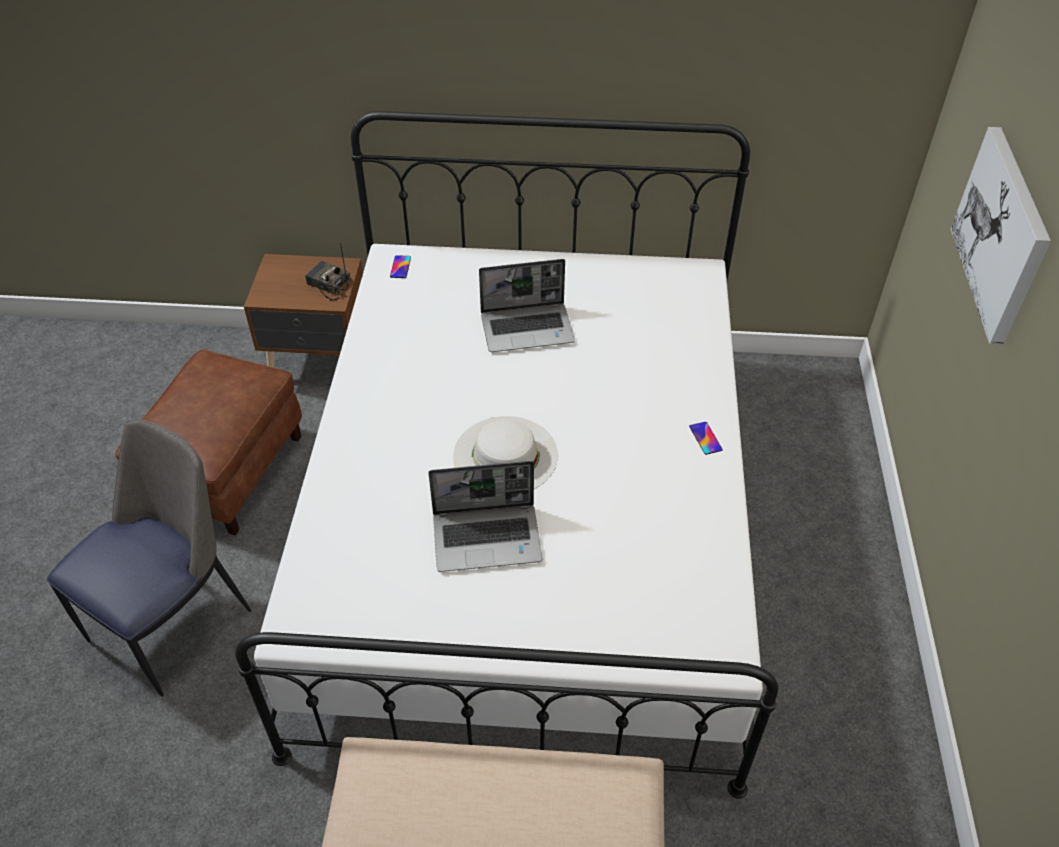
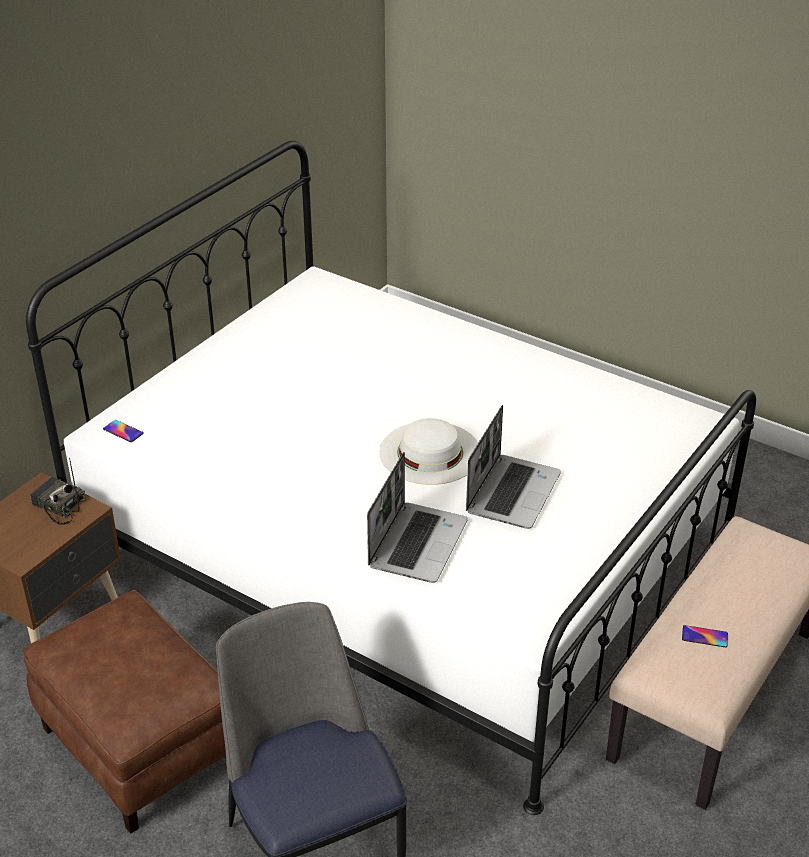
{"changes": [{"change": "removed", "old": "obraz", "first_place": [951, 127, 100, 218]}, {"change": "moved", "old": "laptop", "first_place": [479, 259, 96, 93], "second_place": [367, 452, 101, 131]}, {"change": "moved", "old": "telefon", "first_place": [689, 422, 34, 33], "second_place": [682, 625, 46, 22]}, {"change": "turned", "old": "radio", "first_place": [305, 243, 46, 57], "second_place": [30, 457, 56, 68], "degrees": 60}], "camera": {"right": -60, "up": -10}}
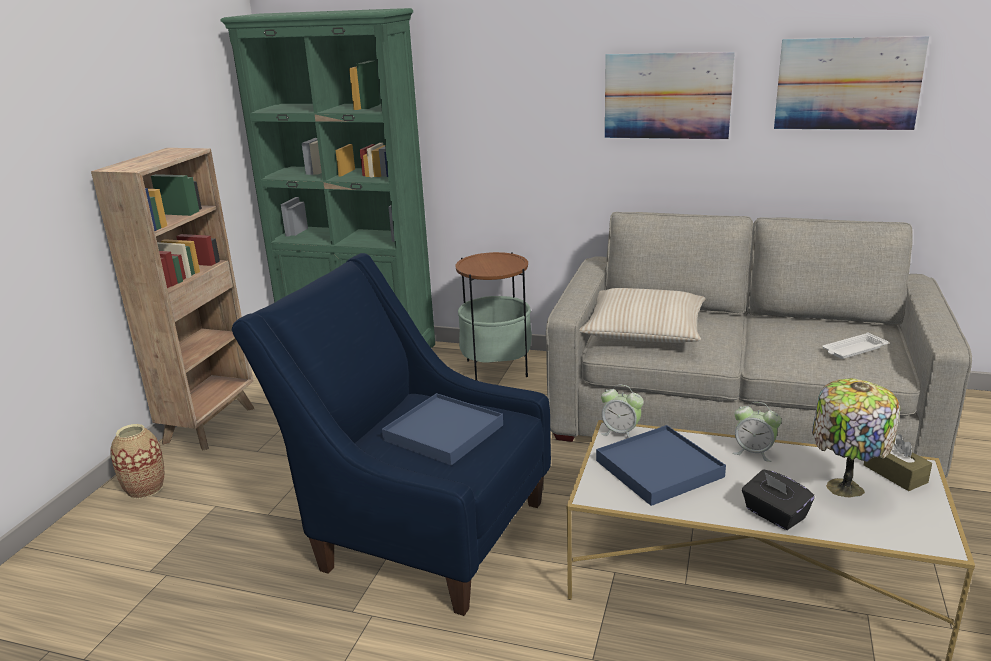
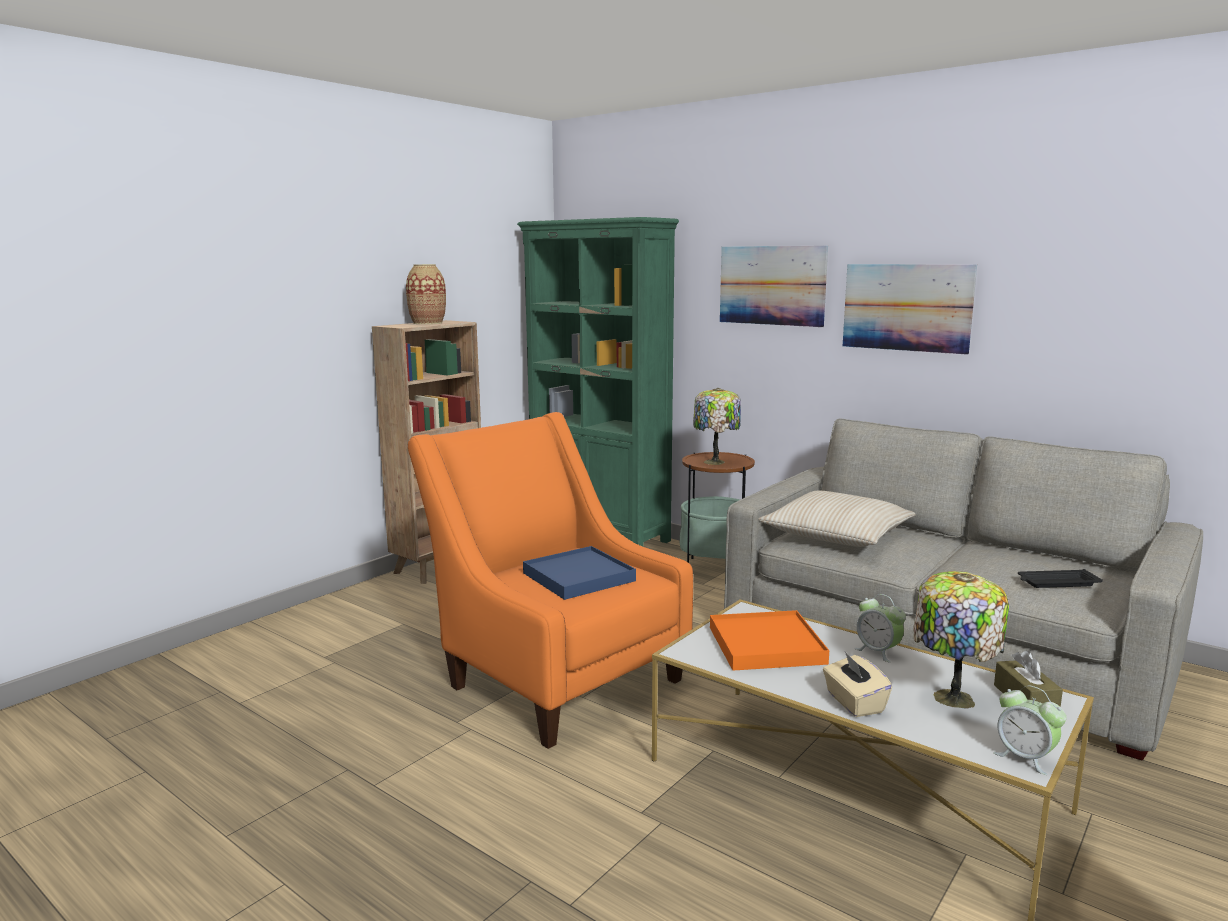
{"changes": [{"change": "added", "new": "lampa stołowa", "second_place": [693, 388, 48, 77]}, {"change": "moved", "old": "wazon", "first_place": [110, 424, 54, 75], "second_place": [406, 264, 40, 60]}, {"change": "moved", "old": "budzik", "first_place": [601, 385, 43, 53], "second_place": [993, 685, 73, 90]}, {"change": "moved", "old": "obraz", "first_place": [774, 36, 155, 94], "second_place": [720, 246, 108, 81]}, {"change": "recoloured", "old": "fotel [niebieski]", "new": "fotel [pomarańczowy]", "first_place": [231, 253, 320, 363], "second_place": [408, 412, 285, 337]}, {"change": "recoloured", "old": "taca [niebieski]", "new": "taca [pomarańczowy]", "first_place": [596, 425, 130, 81], "second_place": [710, 610, 119, 61]}, {"change": "recoloured", "old": "pudełko chusteczek [czarny]", "new": "pudełko chusteczek [beżowy]", "first_place": [742, 469, 73, 61], "second_place": [823, 652, 69, 65]}, {"change": "recoloured", "old": "taca [biały]", "new": "taca [czarny]", "first_place": [822, 333, 66, 26], "second_place": [1018, 569, 85, 19]}], "camera": {"right": 20, "up": -10}}
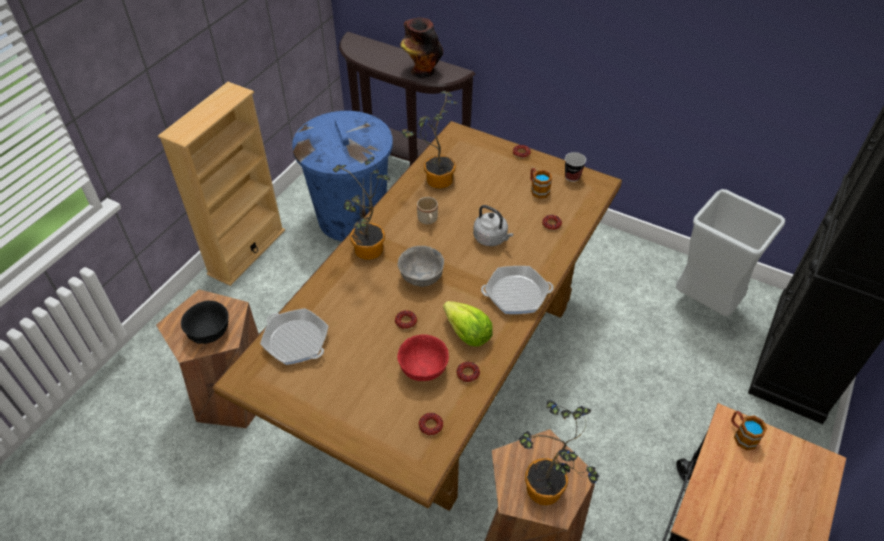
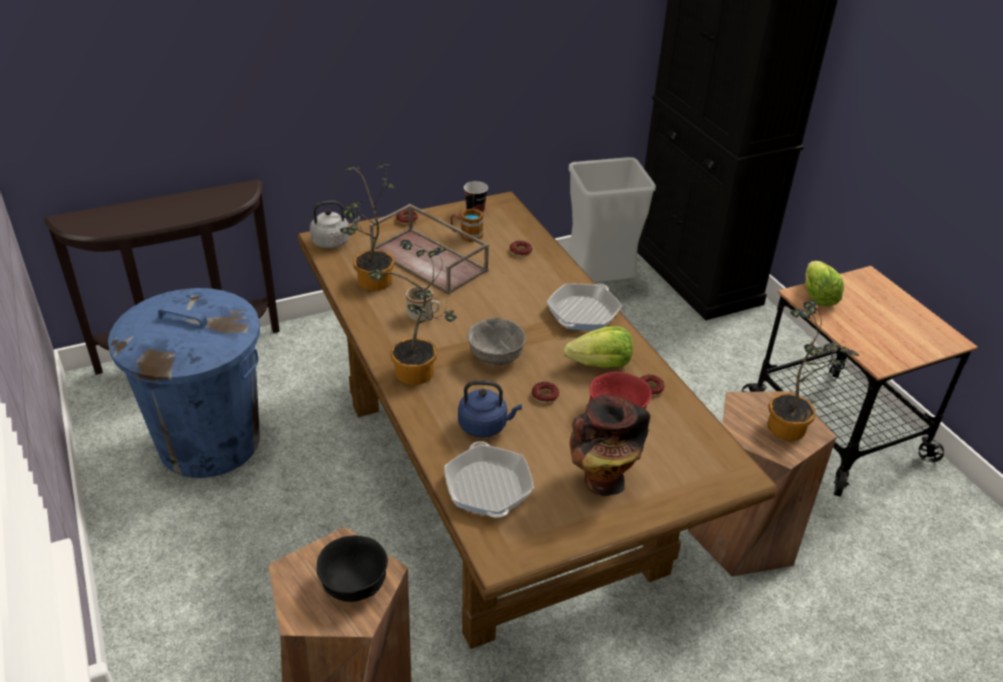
{"changes": [{"change": "removed", "old": "regał [beżowy]", "first_place": [158, 82, 127, 204]}, {"change": "removed", "old": "donut", "first_place": [419, 413, 24, 23]}, {"change": "added", "new": "taca [brązowy]", "second_place": [369, 204, 120, 91]}, {"change": "added", "new": "czajnik [niebieski]", "second_place": [458, 380, 64, 57]}, {"change": "moved", "old": "wazon", "first_place": [400, 17, 43, 61], "second_place": [570, 395, 80, 101]}, {"change": "moved", "old": "czajnik [szary]", "first_place": [473, 205, 41, 41], "second_place": [310, 201, 50, 48]}, {"change": "replaced", "old": "kubek", "new": "sałata", "first_place": [731, 411, 36, 39], "second_place": [805, 261, 39, 45]}, {"change": "turned", "old": "patelnia", "first_place": [260, 308, 69, 57], "second_place": [444, 441, 90, 77], "degrees": -90}], "camera": {"right": -55, "up": -10}}
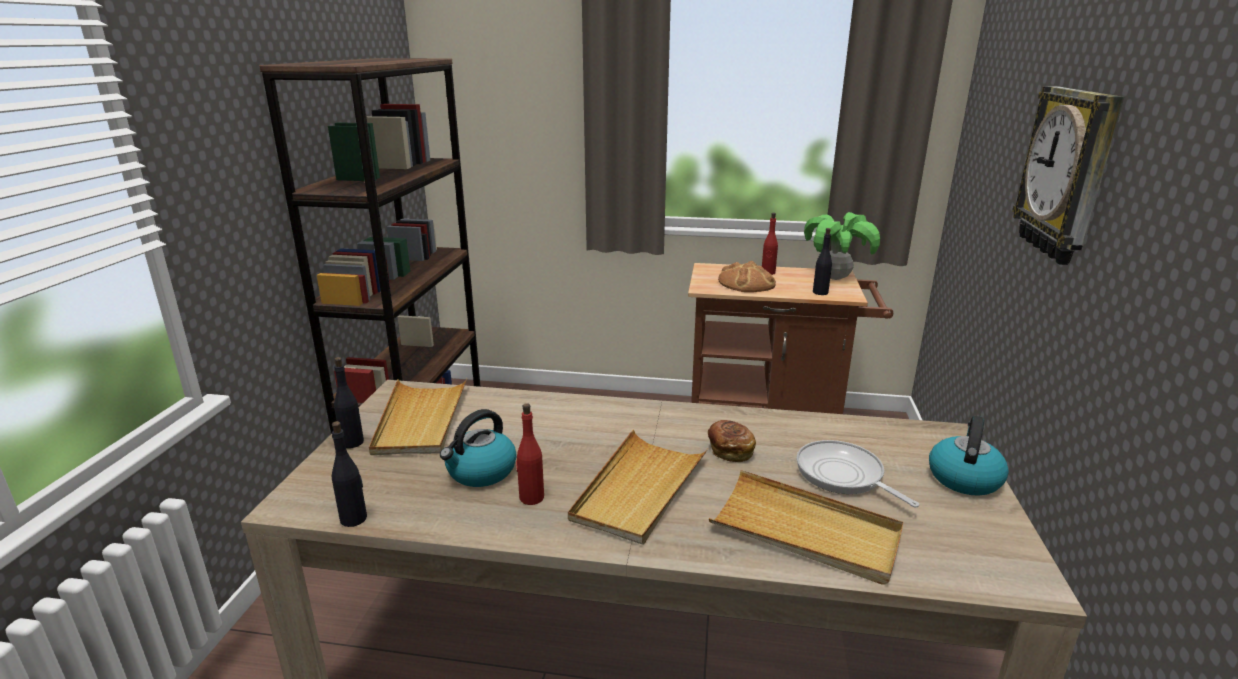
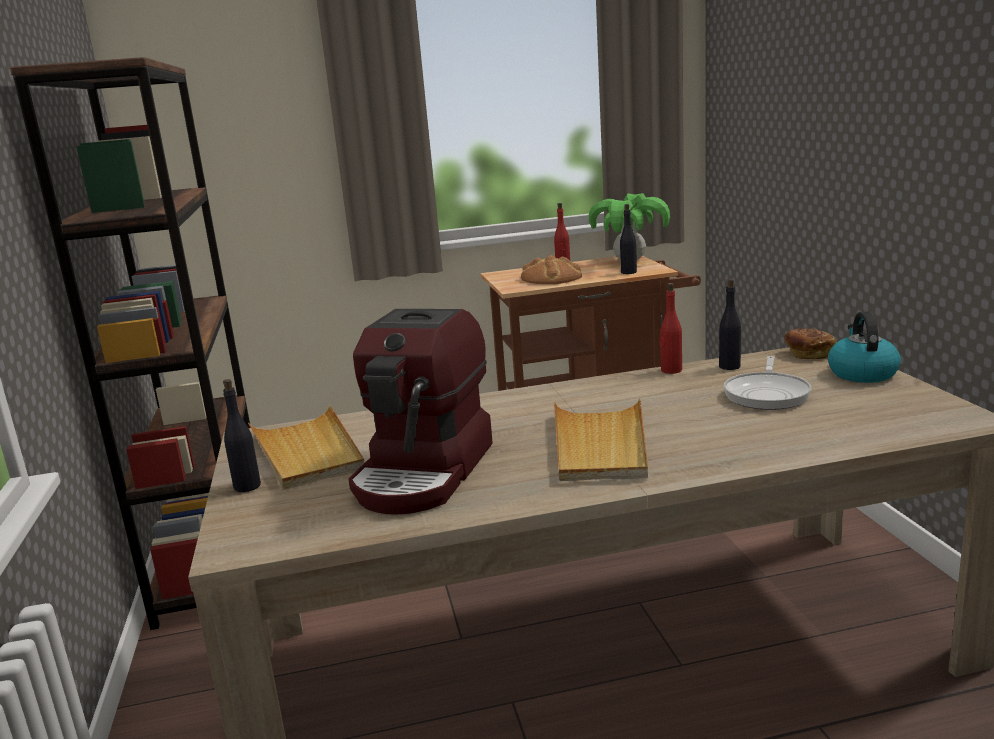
{"changes": [{"change": "removed", "old": "taca [beżowy]", "first_place": [709, 470, 194, 115]}, {"change": "removed", "old": "zegar ścienny", "first_place": [1012, 86, 112, 179]}, {"change": "moved", "old": "butelka [czarny]", "first_place": [332, 421, 35, 106], "second_place": [719, 279, 22, 91]}, {"change": "moved", "old": "butelka [czerwony]", "first_place": [516, 403, 28, 102], "second_place": [660, 283, 22, 91]}, {"change": "moved", "old": "chleb", "first_place": [708, 420, 48, 42], "second_place": [784, 328, 52, 31]}, {"change": "replaced", "old": "czajnik", "new": "ekspres do kawy", "first_place": [440, 409, 77, 78], "second_place": [348, 309, 145, 205]}, {"change": "turned", "old": "patelnia", "first_place": [796, 440, 123, 67], "second_place": [724, 356, 87, 54], "degrees": -105}], "camera": {"right": -20, "up": -5}}
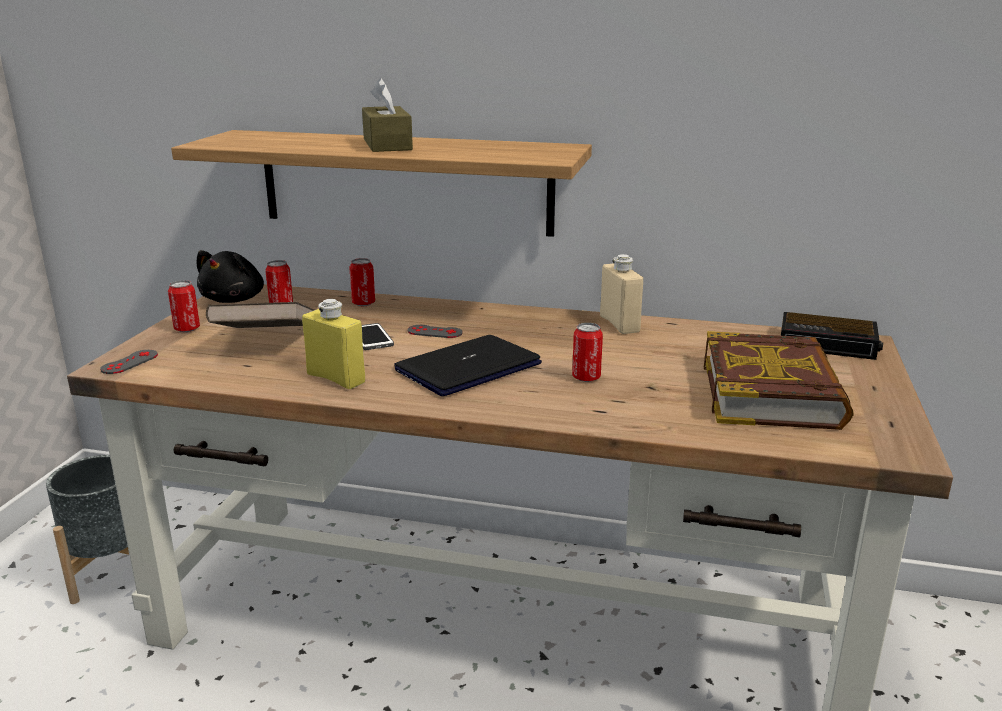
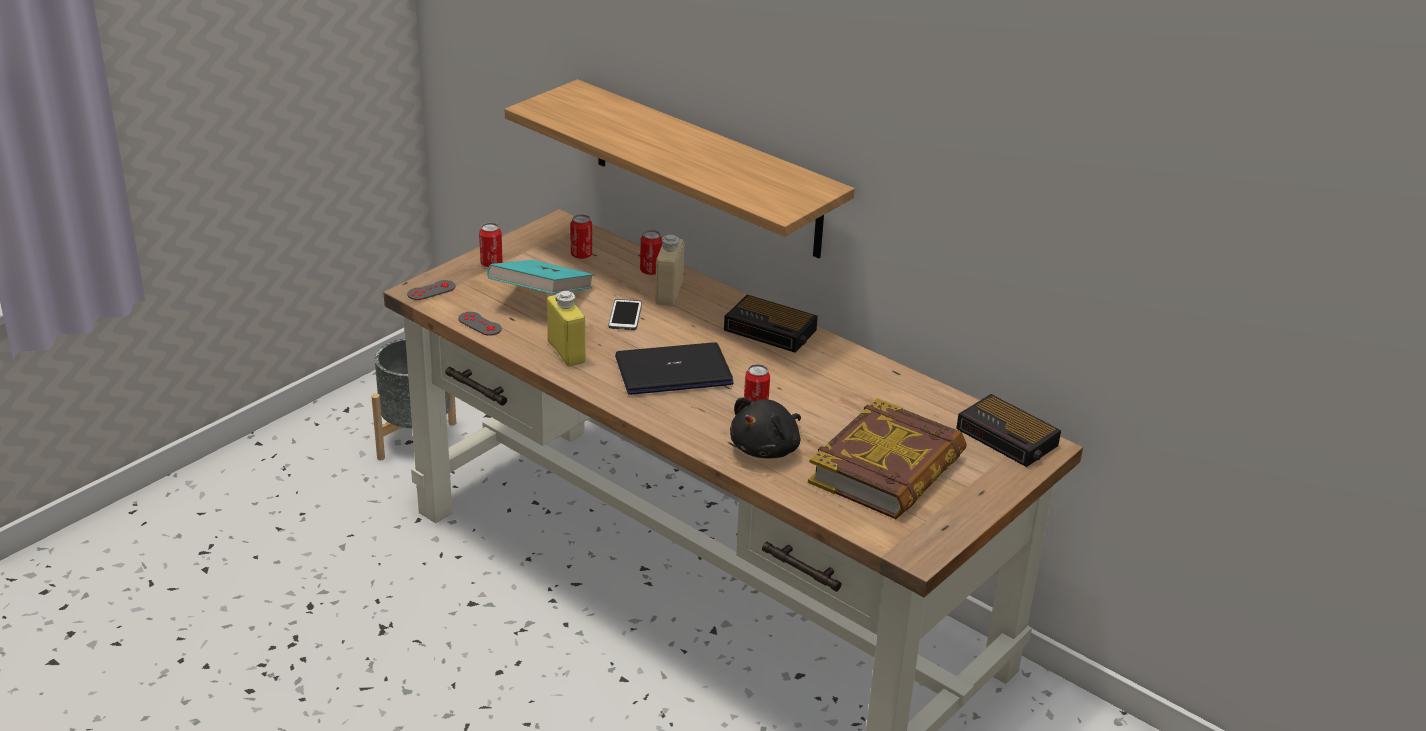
{"changes": [{"change": "removed", "old": "pudełko chusteczek [brązowy]", "first_place": [362, 78, 51, 74]}, {"change": "added", "new": "budzik", "second_place": [724, 295, 94, 58]}, {"change": "moved", "old": "pluszak [czarny]", "first_place": [197, 250, 67, 53], "second_place": [730, 397, 71, 62]}, {"change": "moved", "old": "pad do gier [szary]", "first_place": [407, 325, 56, 13], "second_place": [458, 312, 44, 24]}, {"change": "moved", "old": "butelka [beżowy]", "first_place": [600, 254, 43, 80], "second_place": [655, 235, 29, 71]}, {"change": "recoloured", "old": "książka [brązowy]", "new": "książka [turkusowy]", "first_place": [206, 302, 108, 26], "second_place": [487, 260, 107, 34]}], "camera": {"right": 25, "up": 10}}
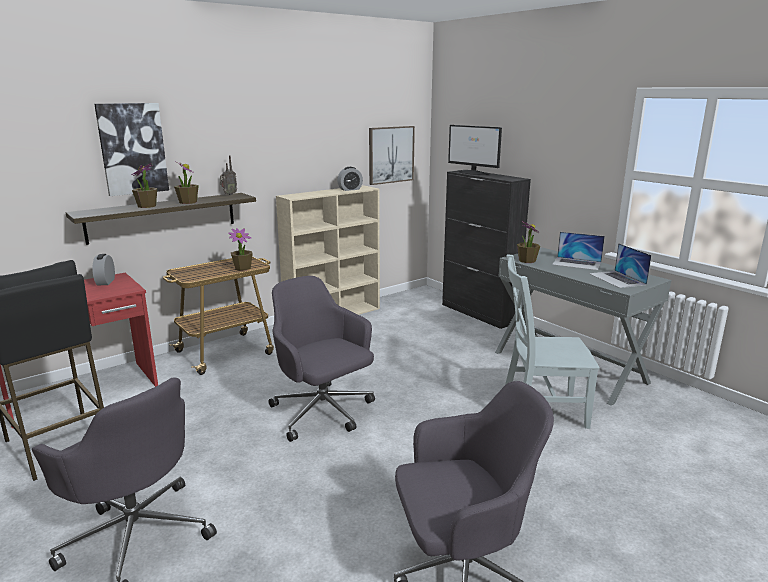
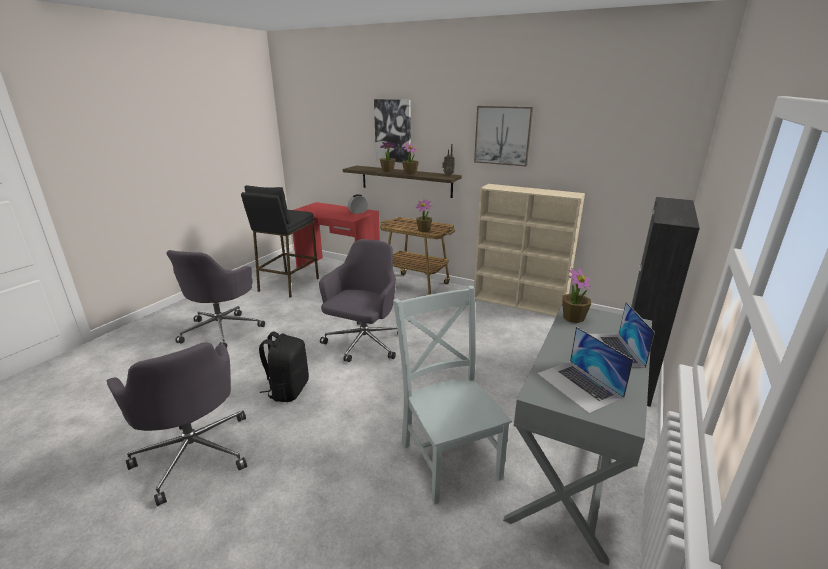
{"changes": [{"change": "removed", "old": "budzik", "first_place": [337, 167, 26, 24]}, {"change": "removed", "old": "monitor", "first_place": [448, 125, 54, 50]}, {"change": "added", "new": "plecak [czarny]", "second_place": [259, 332, 50, 70]}, {"change": "moved", "old": "obraz", "first_place": [369, 126, 46, 59], "second_place": [474, 106, 59, 60]}, {"change": "turned", "old": "laptop", "first_place": [589, 243, 63, 45], "second_place": [537, 327, 96, 87], "degrees": -75}], "camera": {"right": 65, "up": 5}}
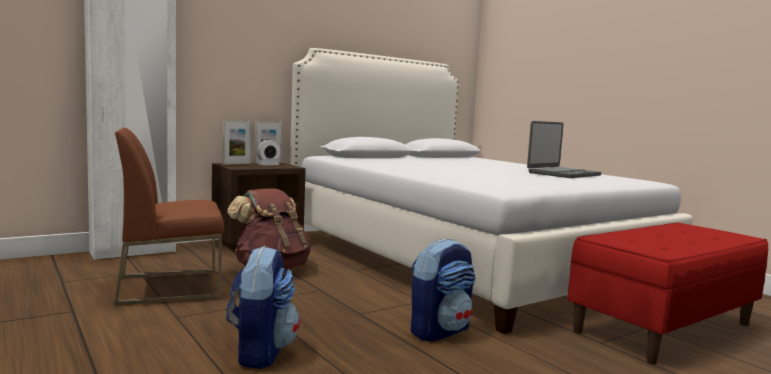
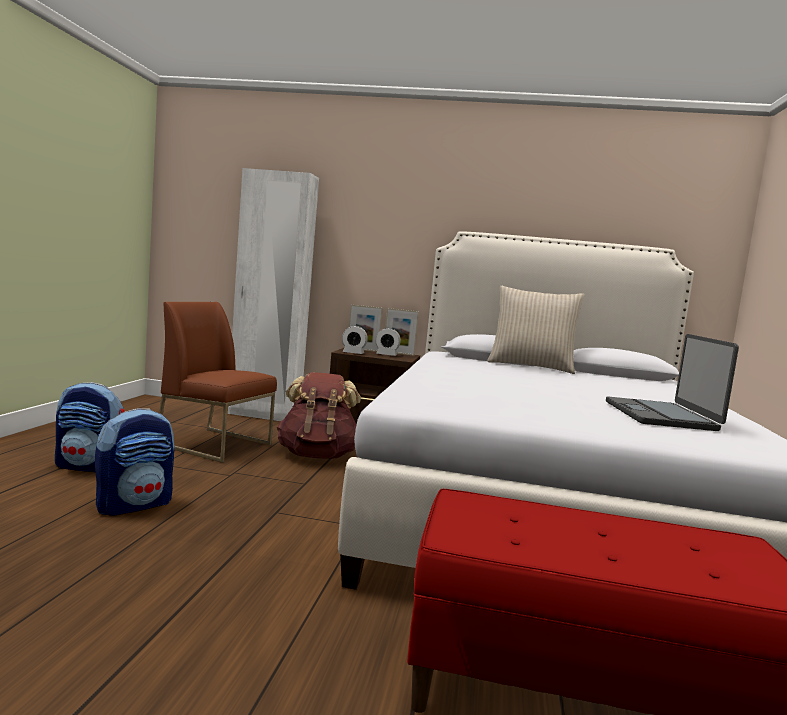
{"changes": [{"change": "added", "new": "budzik", "second_place": [342, 325, 26, 29]}, {"change": "added", "new": "poduszka [beżowy]", "second_place": [488, 286, 97, 88]}, {"change": "moved", "old": "plecak", "first_place": [411, 238, 65, 103], "second_place": [55, 382, 70, 90]}, {"change": "turned", "old": "laptop", "first_place": [527, 121, 74, 57], "second_place": [606, 334, 133, 97], "degrees": 90}], "camera": {"right": 45, "up": 0}}
